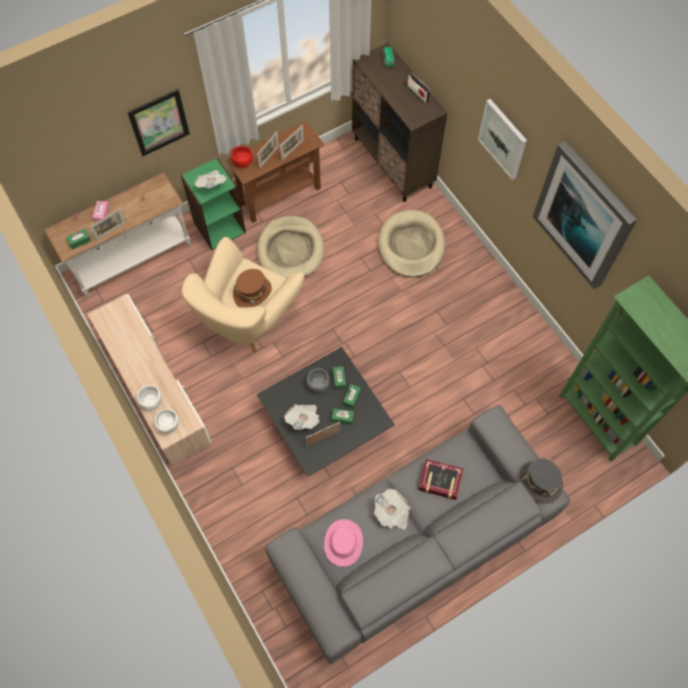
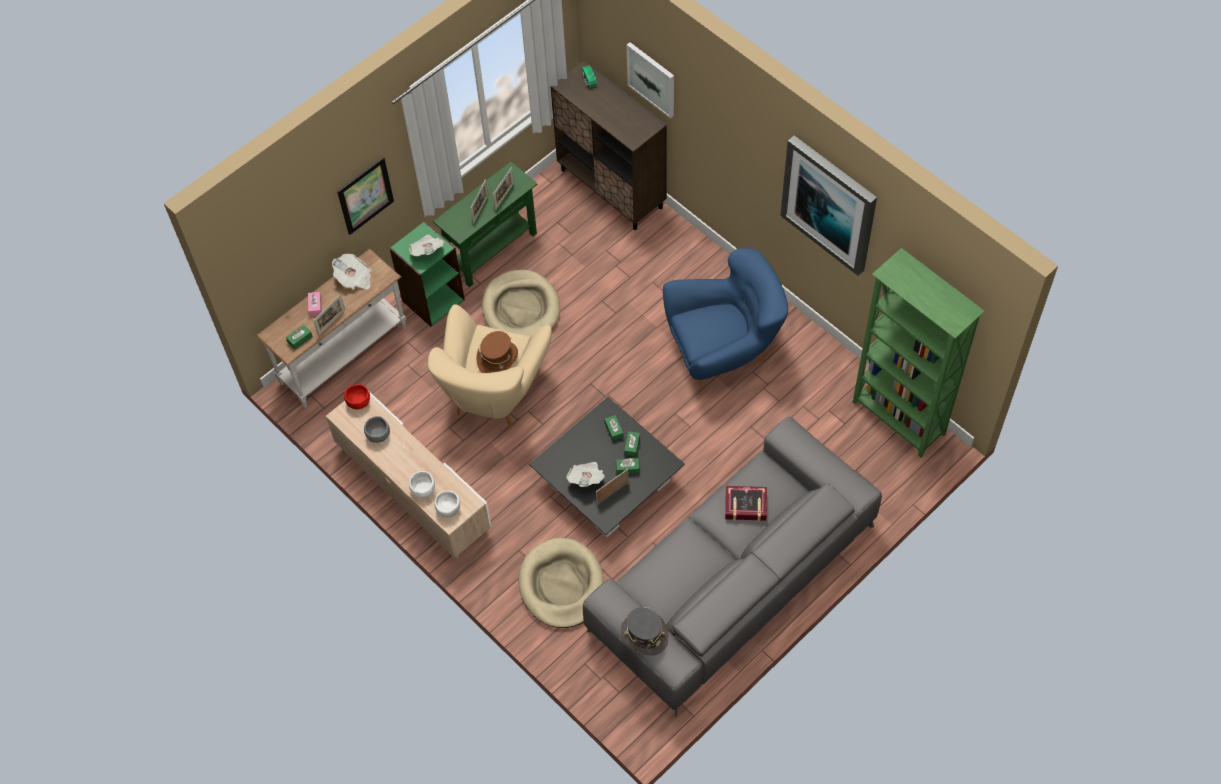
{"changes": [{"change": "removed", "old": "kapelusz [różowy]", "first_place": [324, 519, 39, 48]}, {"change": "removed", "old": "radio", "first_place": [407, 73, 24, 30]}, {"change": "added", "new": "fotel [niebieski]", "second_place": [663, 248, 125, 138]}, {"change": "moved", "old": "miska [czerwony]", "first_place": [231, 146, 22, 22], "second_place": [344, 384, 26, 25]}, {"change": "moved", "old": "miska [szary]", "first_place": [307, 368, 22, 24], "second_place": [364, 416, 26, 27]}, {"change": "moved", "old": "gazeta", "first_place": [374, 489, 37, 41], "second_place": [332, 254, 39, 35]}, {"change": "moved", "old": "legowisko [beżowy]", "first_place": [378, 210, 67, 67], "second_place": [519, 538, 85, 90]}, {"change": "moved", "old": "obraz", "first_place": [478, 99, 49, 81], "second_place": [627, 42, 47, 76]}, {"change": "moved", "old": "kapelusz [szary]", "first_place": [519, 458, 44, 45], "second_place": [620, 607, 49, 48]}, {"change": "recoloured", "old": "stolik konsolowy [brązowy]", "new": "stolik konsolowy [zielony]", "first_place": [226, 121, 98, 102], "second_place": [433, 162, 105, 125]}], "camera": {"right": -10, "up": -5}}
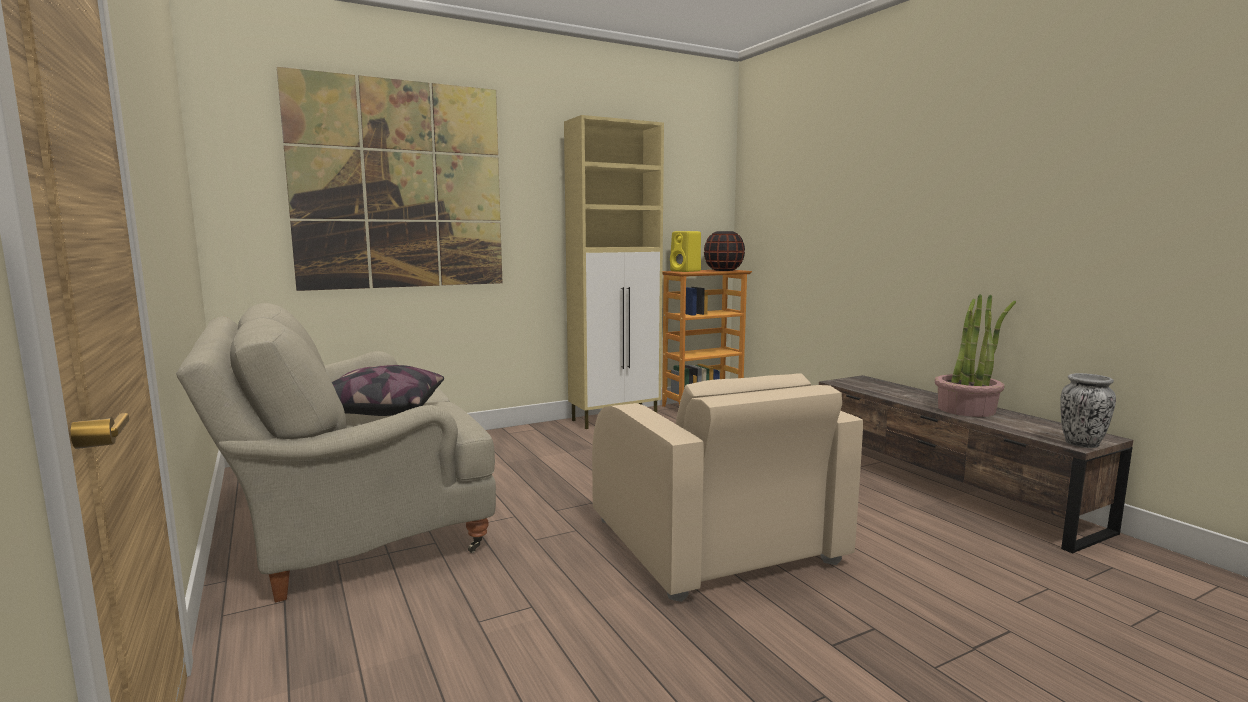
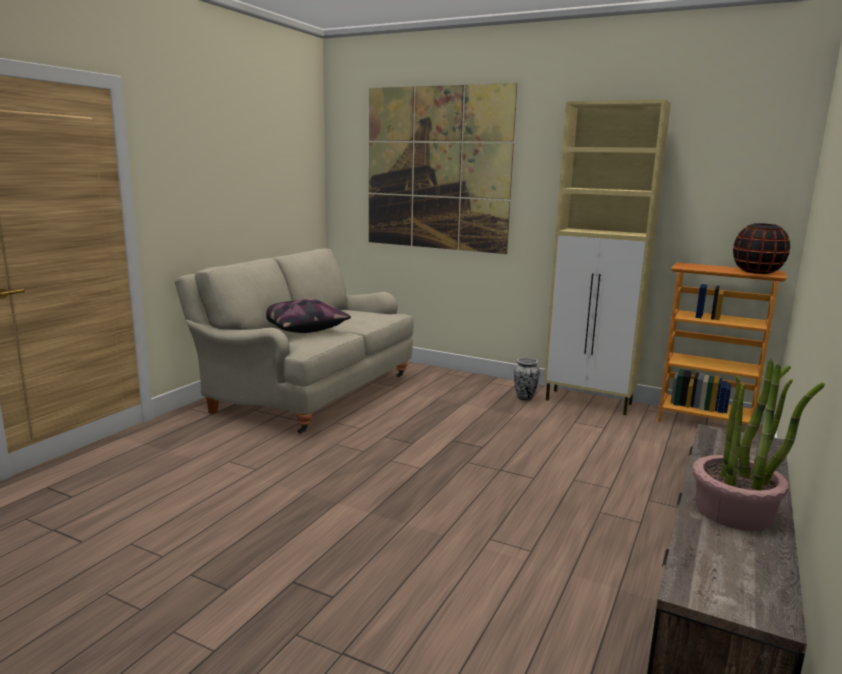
{"changes": [{"change": "removed", "old": "fotel [beżowy]", "first_place": [592, 373, 271, 229]}, {"change": "removed", "old": "głośnik [żółty]", "first_place": [670, 231, 31, 41]}, {"change": "moved", "old": "wazon", "first_place": [1060, 373, 56, 75], "second_place": [514, 357, 26, 44]}], "camera": {"right": 55, "up": 5}}
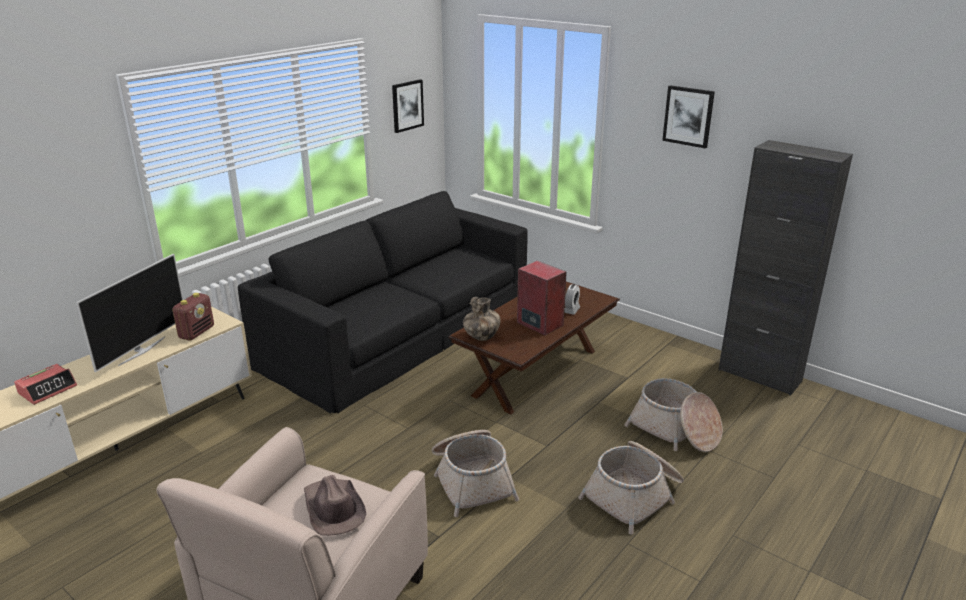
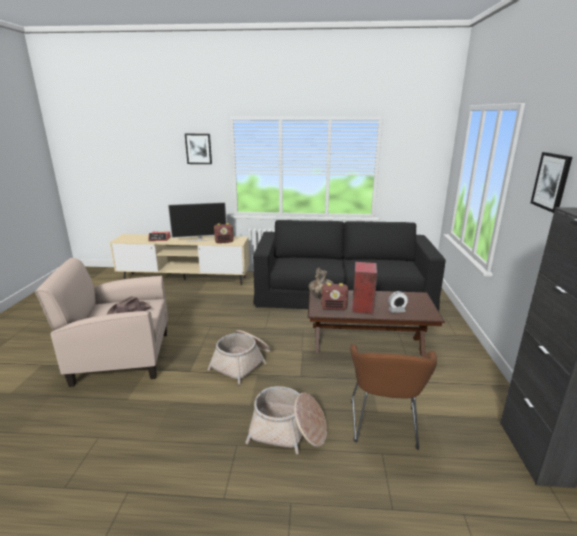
{"changes": [{"change": "added", "new": "radio", "second_place": [321, 283, 27, 27]}, {"change": "moved", "old": "obraz", "first_place": [392, 79, 32, 54], "second_place": [185, 134, 27, 30]}, {"change": "replaced", "old": "koszyk", "new": "fotel [brązowy]", "first_place": [625, 378, 98, 74], "second_place": [350, 344, 87, 106]}], "camera": {"right": 55, "up": -5}}
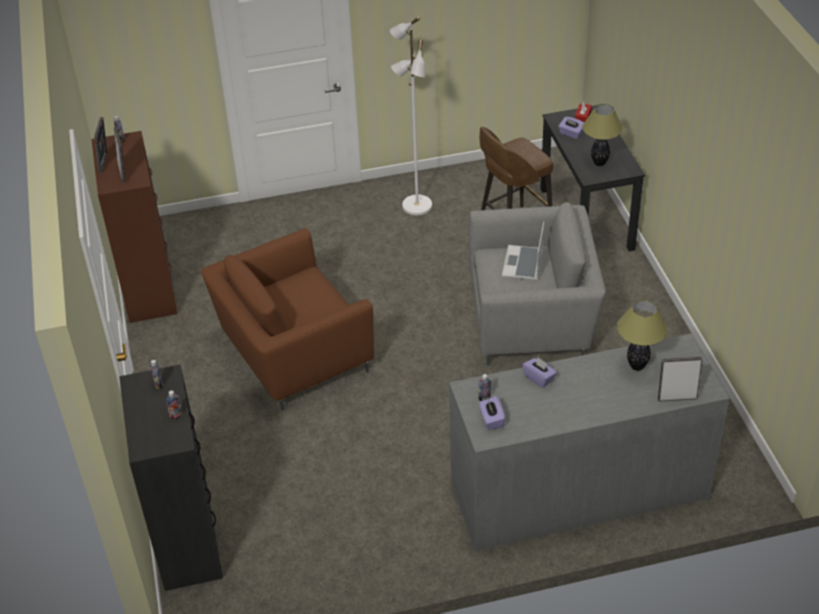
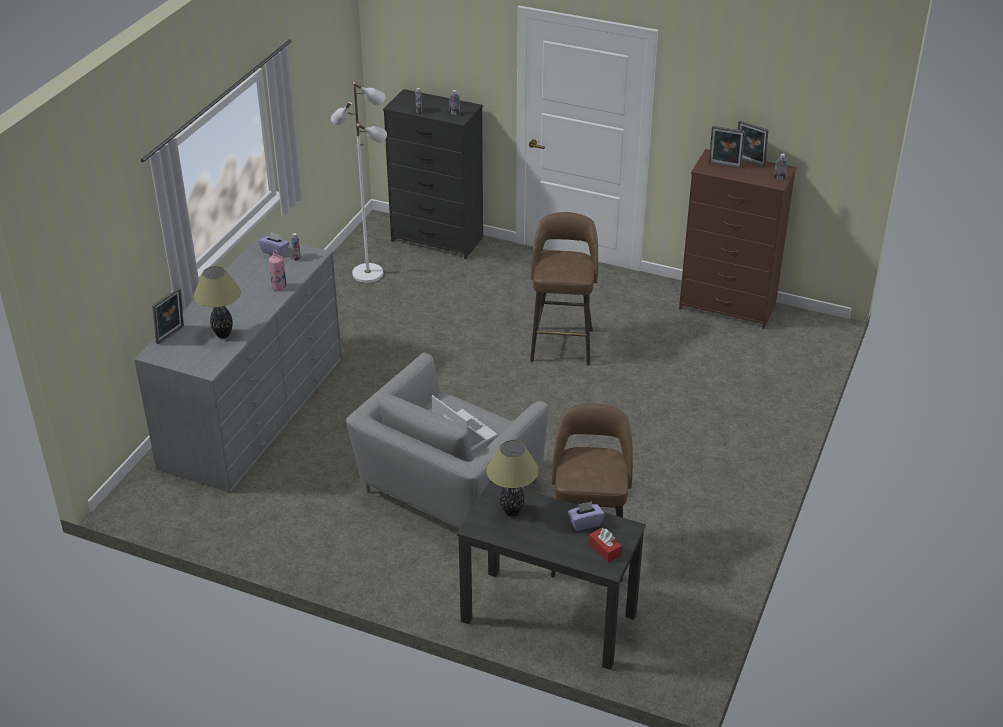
{"changes": [{"change": "moved", "old": "lampa stojąca [biały]", "first_place": [390, 17, 42, 198], "second_place": [331, 81, 56, 202]}, {"change": "replaced", "old": "fotel [brązowy]", "new": "stołek [brązowy]", "first_place": [201, 228, 173, 183], "second_place": [530, 212, 68, 154]}, {"change": "replaced", "old": "pudełko chusteczek [fioletowy]", "new": "butelka [różowy]", "first_place": [522, 357, 35, 31], "second_place": [269, 250, 18, 41]}], "camera": {"right": 125, "up": -5}}
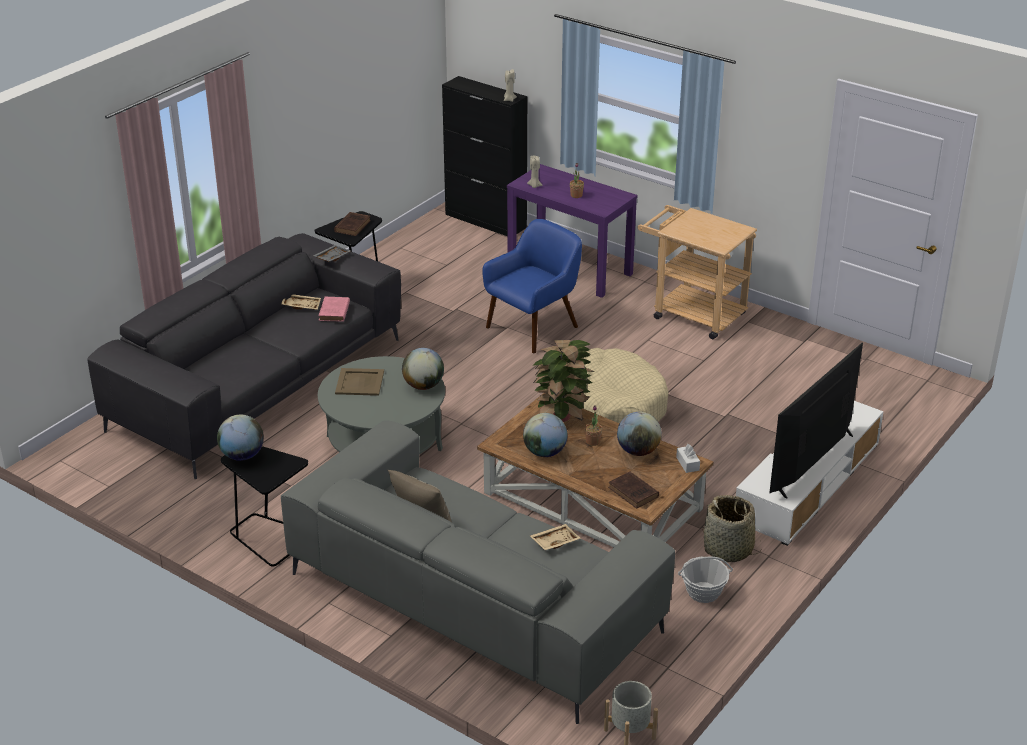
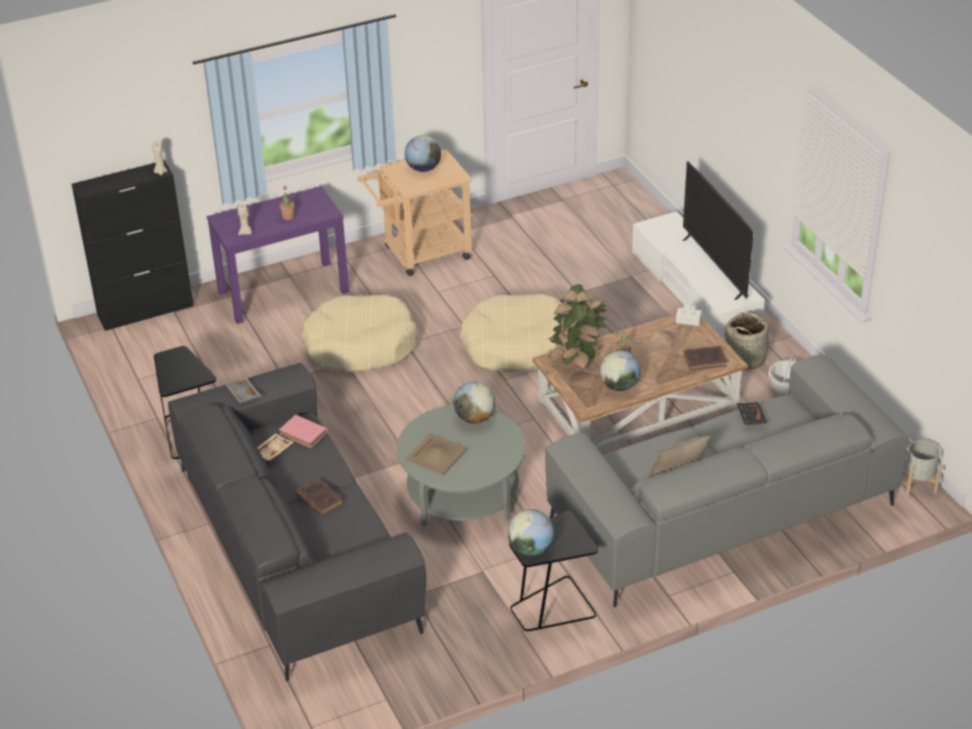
{"changes": [{"change": "moved", "old": "książka [brązowy]", "first_place": [334, 212, 37, 24], "second_place": [295, 478, 48, 38]}, {"change": "moved", "old": "globus", "first_place": [617, 412, 45, 44], "second_place": [405, 135, 36, 37]}, {"change": "replaced", "old": "fotel [niebieski]", "new": "legowisko [beżowy]", "first_place": [482, 219, 100, 134], "second_place": [301, 295, 117, 78]}, {"change": "recoloured", "old": "taca [beżowy]", "new": "taca [czarny]", "first_place": [530, 524, 51, 26], "second_place": [737, 402, 31, 23]}], "camera": {"right": -60, "up": 5}}
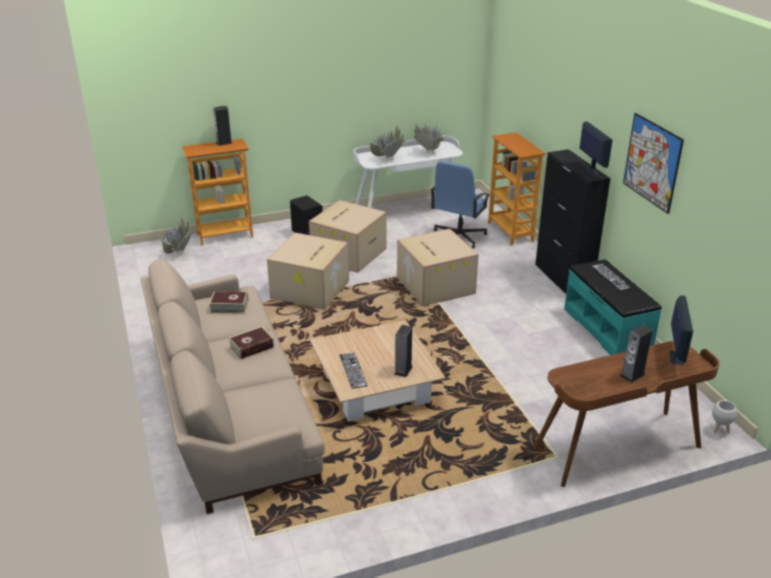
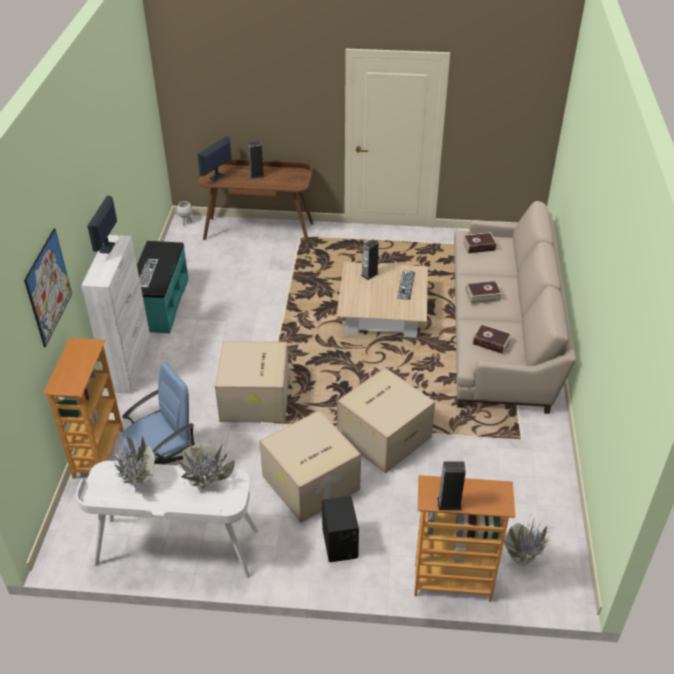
{"changes": [{"change": "added", "new": "książka", "second_place": [463, 232, 34, 22]}, {"change": "moved", "old": "obraz", "first_place": [623, 113, 61, 101], "second_place": [24, 228, 48, 120]}, {"change": "recoloured", "old": "szafka [czarny]", "new": "szafka [biały]", "first_place": [535, 149, 76, 145], "second_place": [81, 235, 70, 159]}], "camera": {"right": -155, "up": 10}}
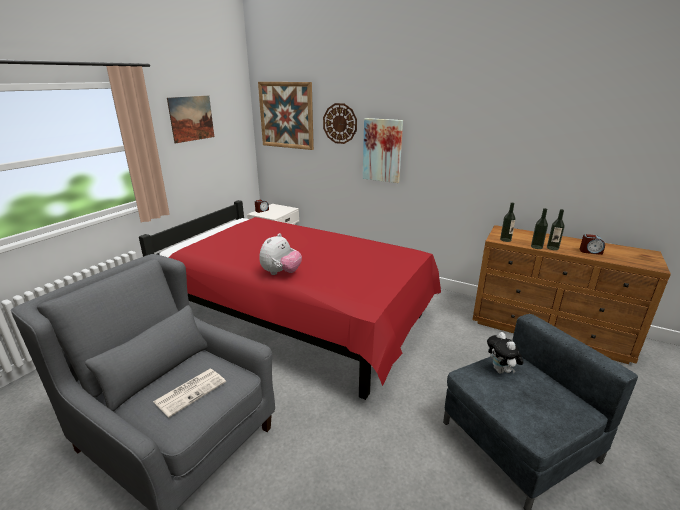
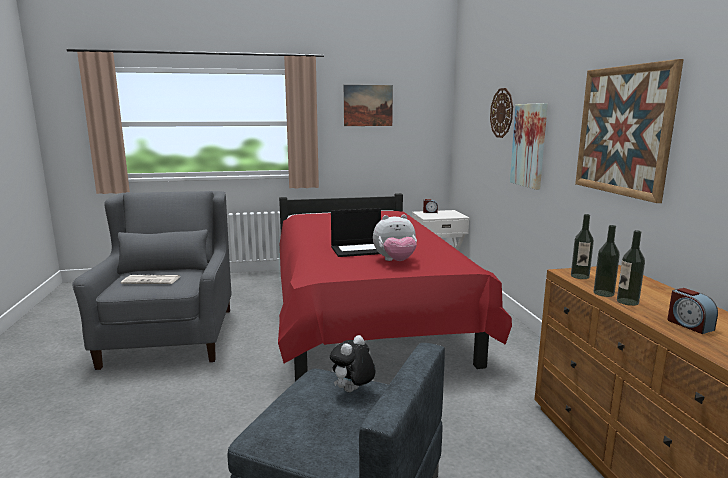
{"changes": [{"change": "added", "new": "laptop", "second_place": [331, 208, 50, 49]}, {"change": "moved", "old": "obraz", "first_place": [258, 82, 56, 68], "second_place": [575, 59, 109, 144]}, {"change": "moved", "old": "pluszak", "first_place": [260, 233, 42, 42], "second_place": [373, 214, 44, 47]}], "camera": {"right": 50, "up": -10}}
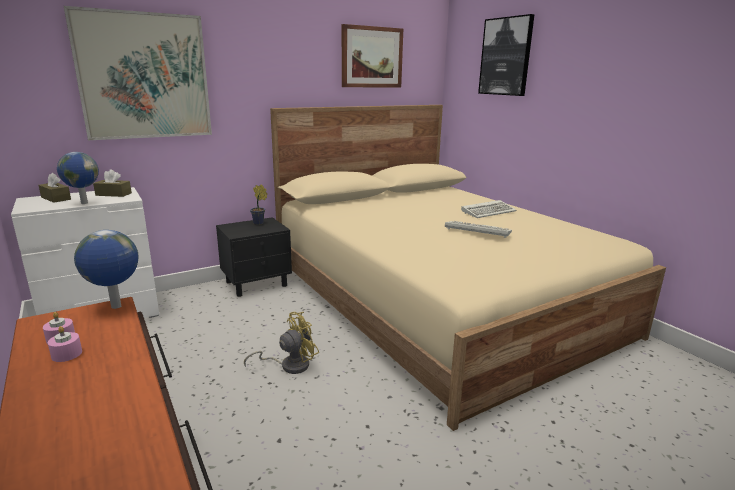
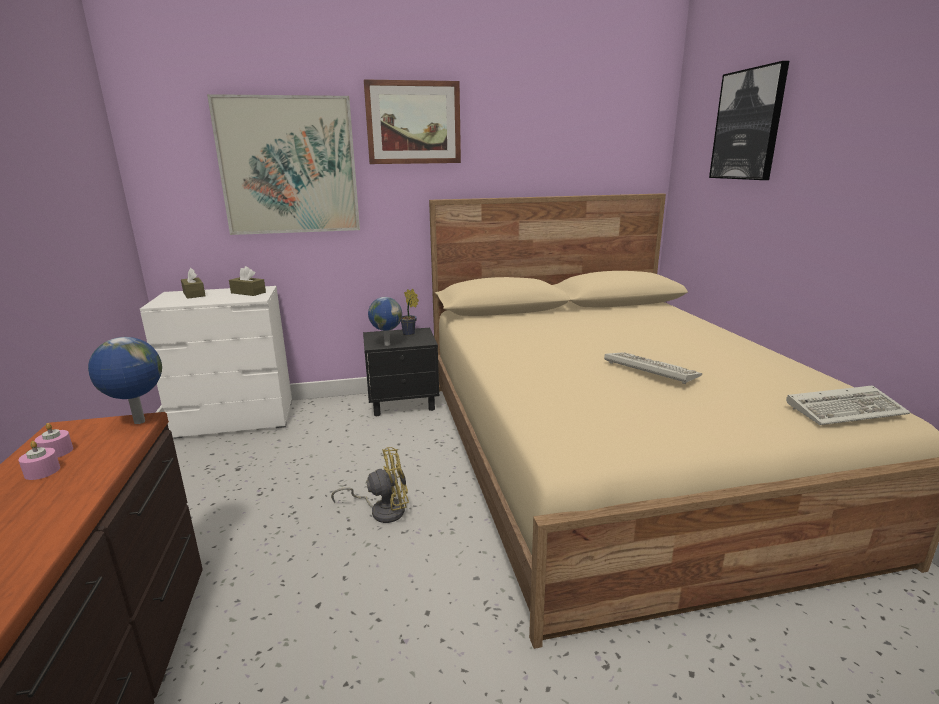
{"changes": [{"change": "moved", "old": "globus", "first_place": [57, 152, 42, 52], "second_place": [368, 297, 34, 49]}, {"change": "moved", "old": "obraz", "first_place": [342, 24, 61, 63], "second_place": [364, 79, 97, 85]}, {"change": "moved", "old": "klawiatura", "first_place": [461, 200, 55, 18], "second_place": [786, 385, 124, 40]}], "camera": {"right": 20, "up": 0}}
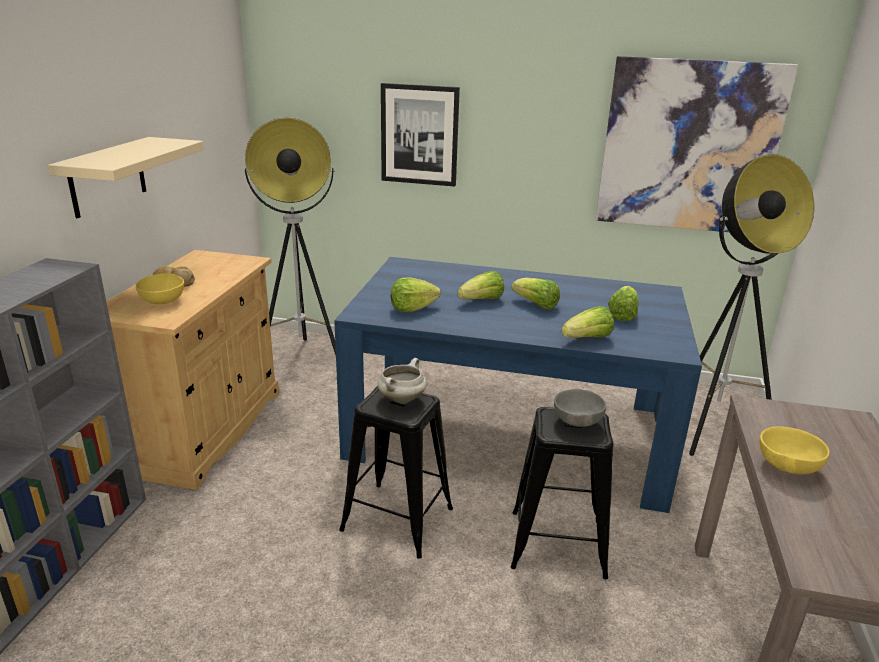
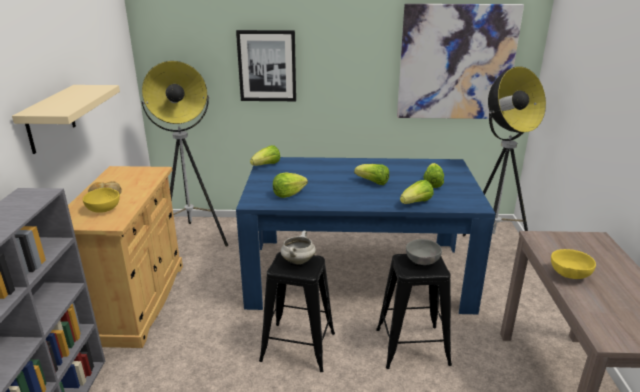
{"changes": [{"change": "moved", "old": "sałata", "first_place": [458, 271, 46, 29], "second_place": [250, 145, 30, 21]}], "camera": {"right": -10, "up": 0}}
